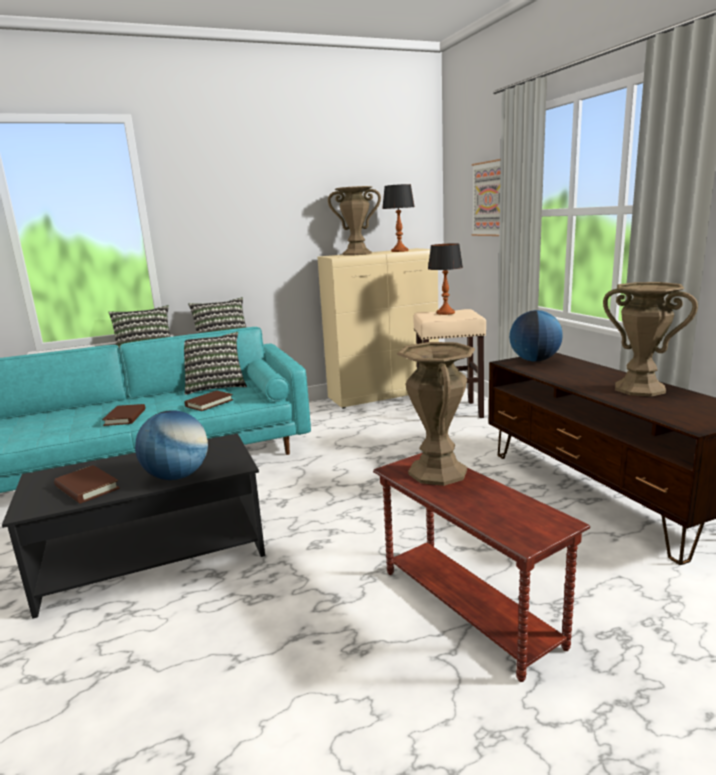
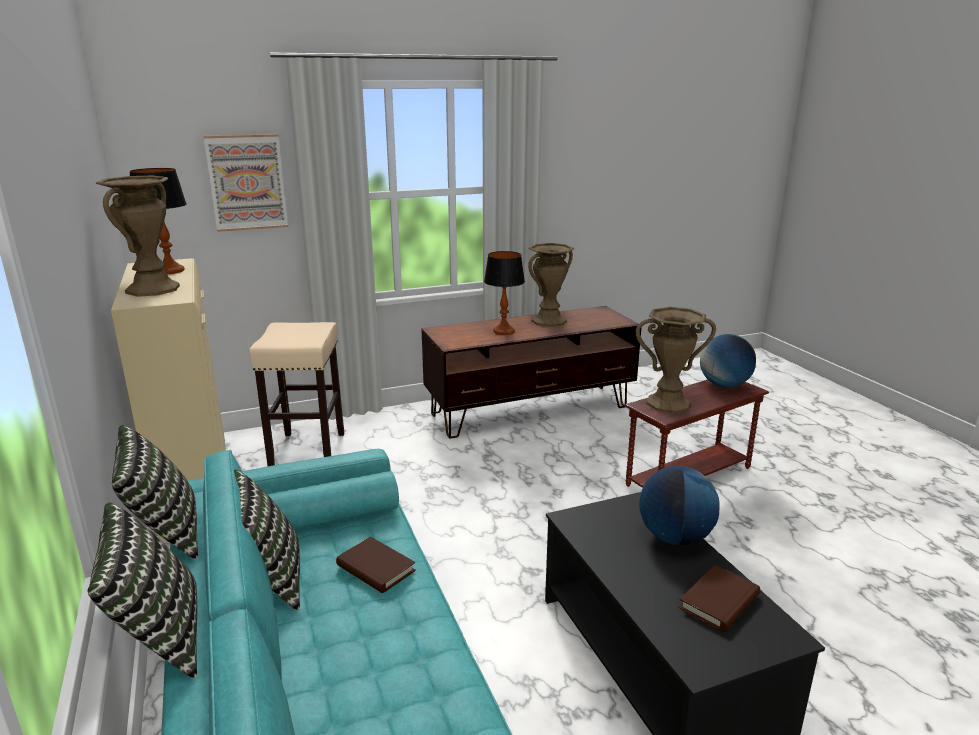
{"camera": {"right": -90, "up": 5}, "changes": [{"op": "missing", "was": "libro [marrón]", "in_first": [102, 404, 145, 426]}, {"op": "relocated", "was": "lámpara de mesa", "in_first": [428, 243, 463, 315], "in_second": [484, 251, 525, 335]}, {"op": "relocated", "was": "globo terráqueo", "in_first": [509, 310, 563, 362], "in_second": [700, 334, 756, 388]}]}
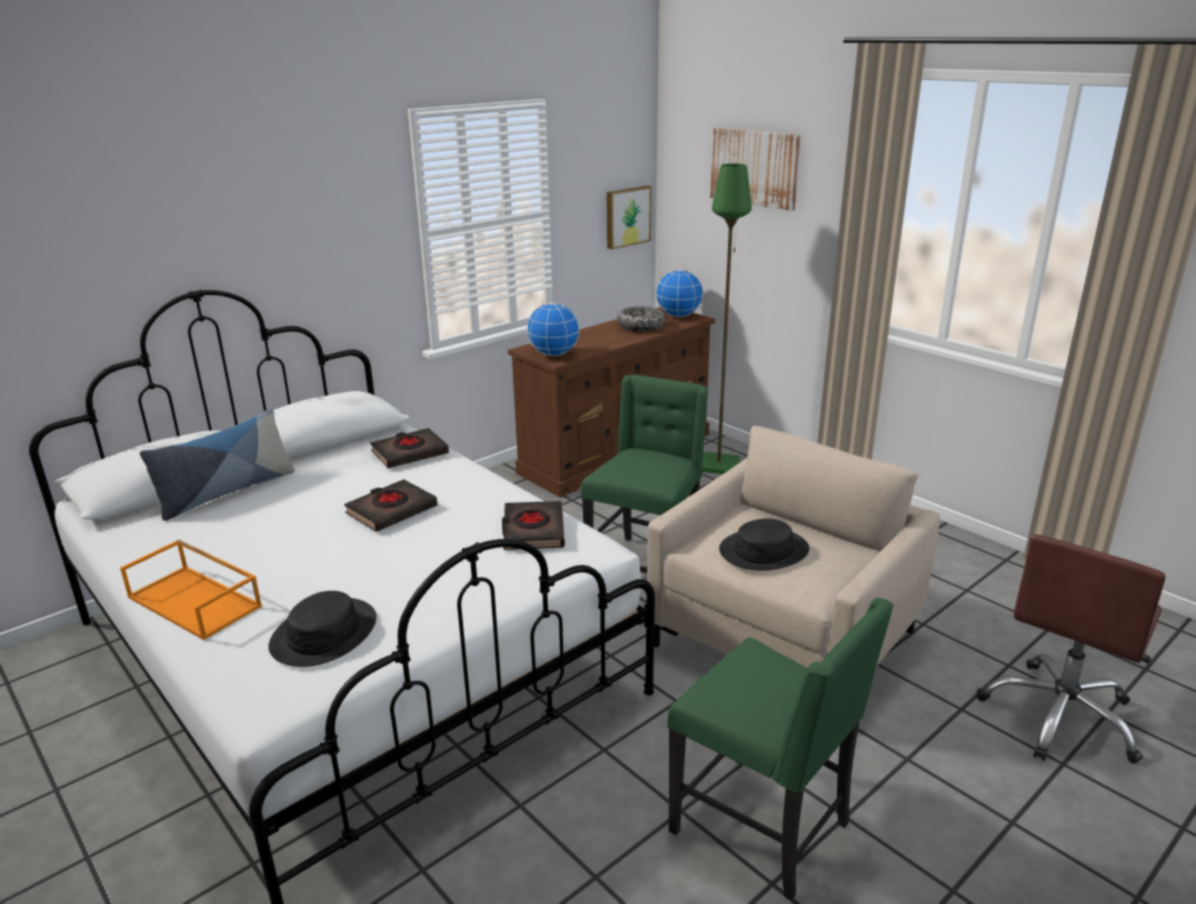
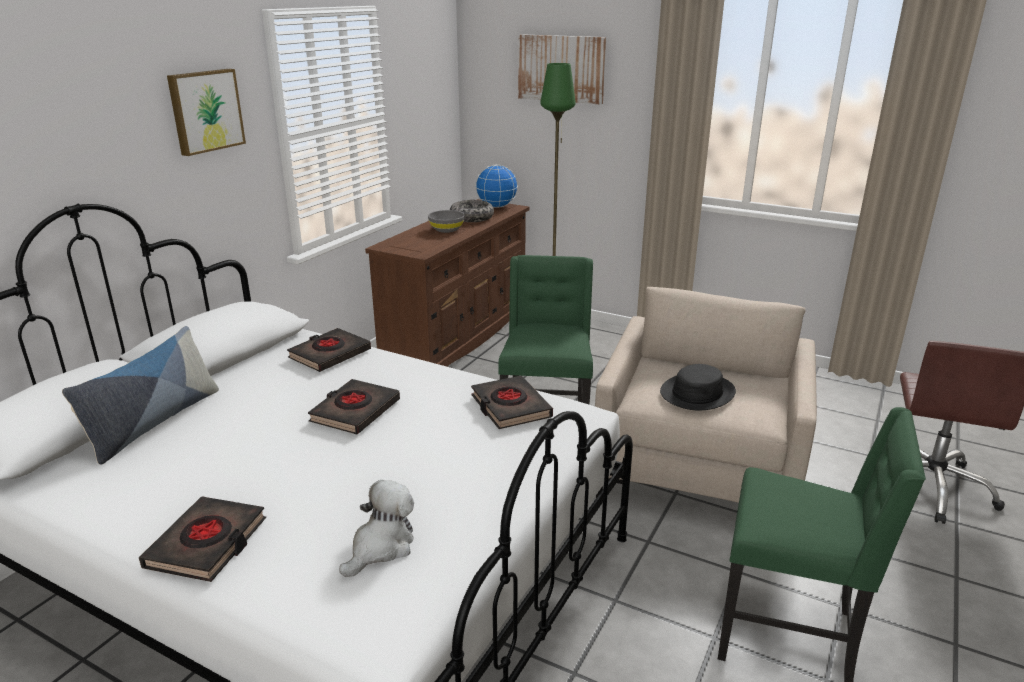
{"camera": {"right": -20, "up": 0}, "changes": [{"op": "exchanged", "was": "bandeja [naranja]", "now": "libro [negro]", "in_first": [120, 539, 262, 640], "in_second": [139, 496, 266, 582]}, {"op": "exchanged", "was": "sombrero [negro]", "now": "peluche", "in_first": [268, 591, 377, 667], "in_second": [339, 480, 414, 577]}, {"op": "missing", "was": "globo terráqueo", "in_first": [527, 302, 580, 356]}, {"op": "relocated", "was": "cuadro", "in_first": [607, 186, 652, 249], "in_second": [167, 69, 246, 156]}, {"op": "appeared", "now": "cuenco [gris]", "in_second": [428, 210, 465, 233]}]}
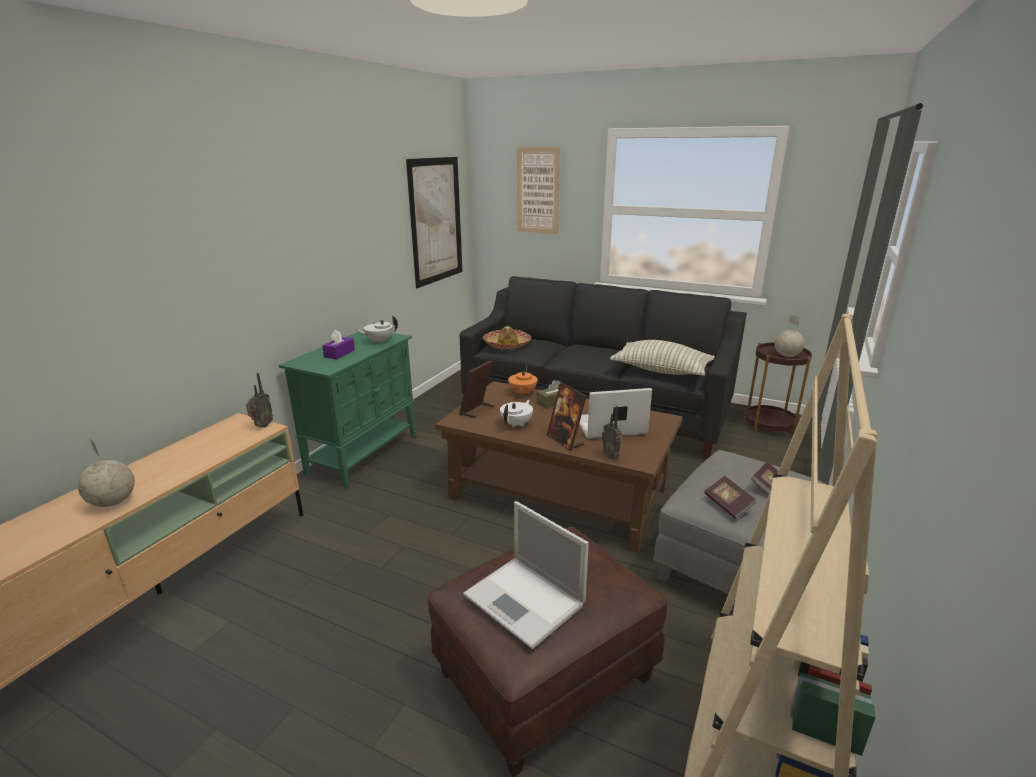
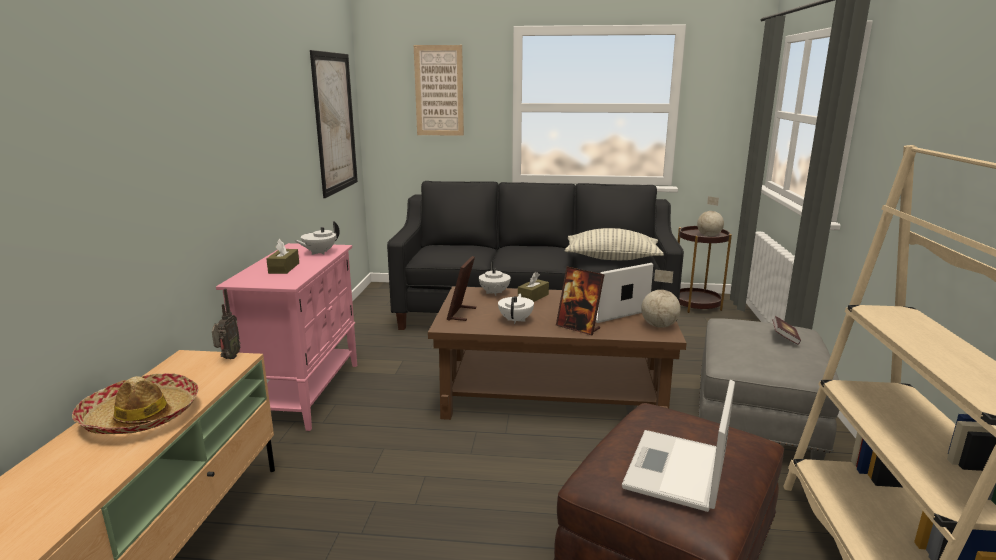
{"camera": {"right": -20, "up": -5}, "changes": [{"op": "relocated", "was": "globo terráqueo", "in_first": [78, 437, 135, 507], "in_second": [641, 270, 681, 328]}, {"op": "colour", "was": "armario [verde]", "now": "armario [rosa]", "in_first": [279, 330, 416, 488], "in_second": [216, 243, 357, 431]}, {"op": "colour", "was": "caja de pañuelos [morado]", "now": "caja de pañuelos [marrón]", "in_first": [322, 330, 355, 359], "in_second": [266, 239, 299, 274]}, {"op": "spun", "was": "portátil", "in_first": [463, 501, 589, 649], "in_second": [622, 380, 735, 512], "clockwise": 90}, {"op": "relocated", "was": "sombrero", "in_first": [483, 326, 531, 349], "in_second": [72, 373, 198, 434]}, {"op": "colour", "was": "tetera [naranja]", "now": "tetera [blanco]", "in_first": [508, 364, 538, 396], "in_second": [479, 261, 511, 296]}, {"op": "missing", "was": "radio", "in_first": [602, 406, 623, 459]}, {"op": "missing", "was": "libro", "in_first": [704, 476, 756, 519]}]}
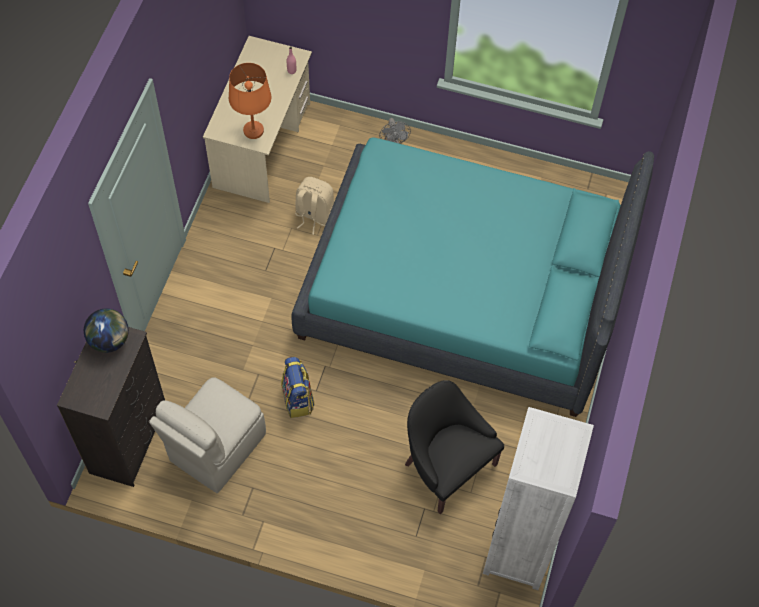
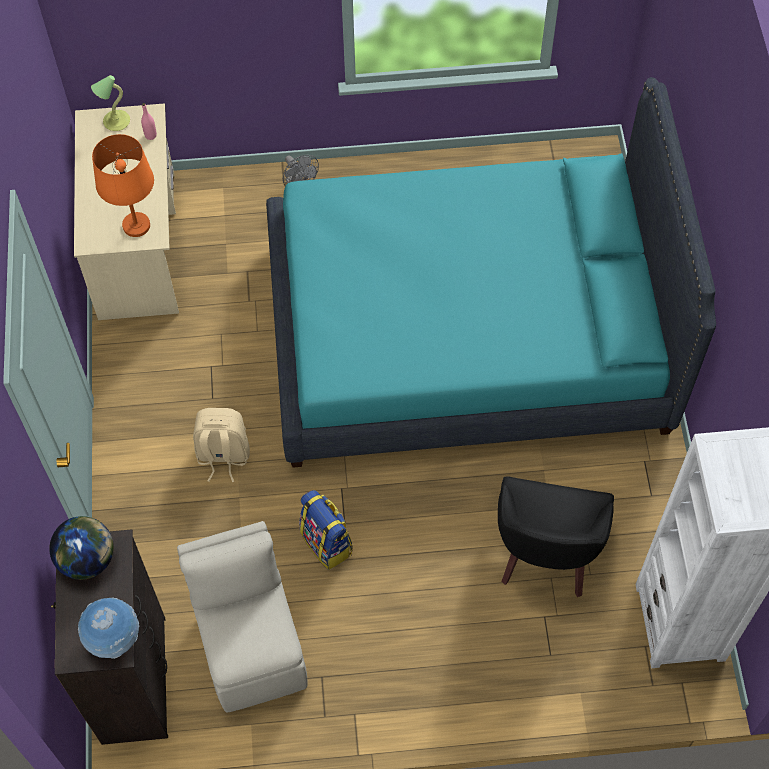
{"camera": {"right": -20, "up": 0}, "changes": [{"op": "spun", "was": "silla [beis]", "in_first": [149, 377, 266, 493], "in_second": [177, 521, 308, 712], "clockwise": 150}, {"op": "relocated", "was": "mochila [beis]", "in_first": [295, 177, 334, 235], "in_second": [193, 408, 250, 482]}, {"op": "spun", "was": "sillón [negro]", "in_first": [405, 380, 504, 514], "in_second": [498, 476, 614, 597], "clockwise": -105}, {"op": "appeared", "now": "globo terráqueo", "in_second": [78, 597, 139, 659]}, {"op": "appeared", "now": "lámpara de mesa", "in_second": [91, 75, 130, 131]}]}
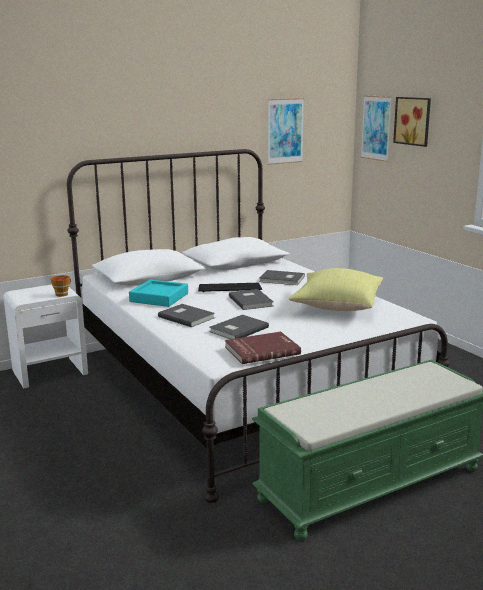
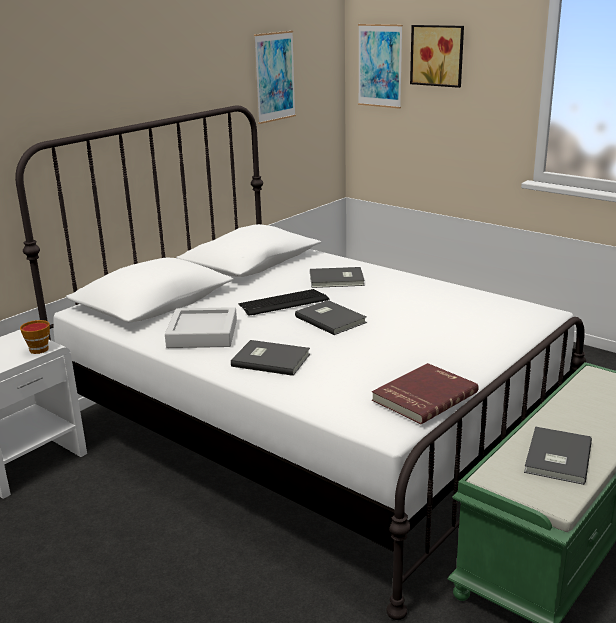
{"camera": {"right": -20, "up": 5}, "changes": [{"op": "colour", "was": "bandeja [turquesa]", "now": "bandeja [gris]", "in_first": [129, 279, 188, 307], "in_second": [165, 307, 237, 348]}, {"op": "relocated", "was": "libro [gris]", "in_first": [209, 315, 269, 339], "in_second": [524, 426, 592, 485]}, {"op": "missing", "was": "cojín [amarillo]", "in_first": [289, 268, 383, 311]}]}
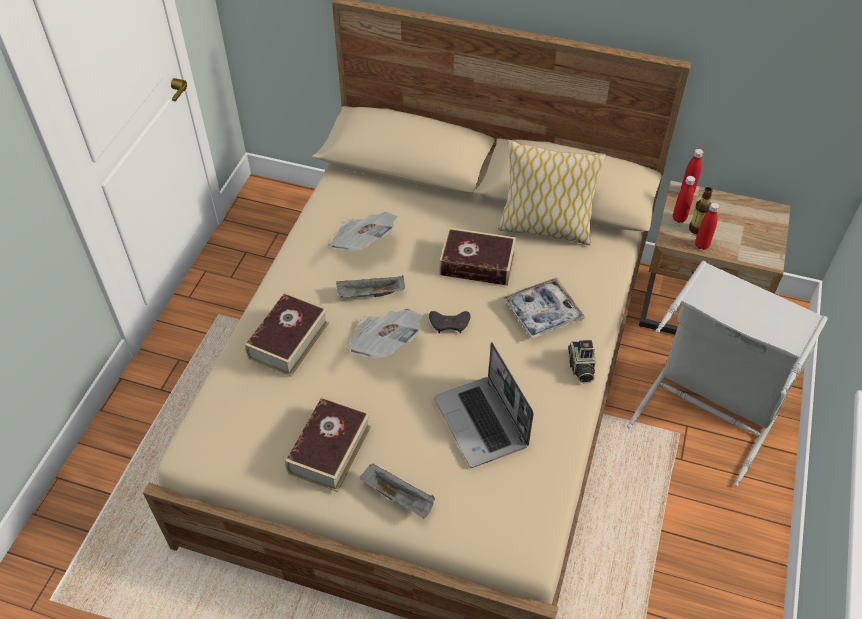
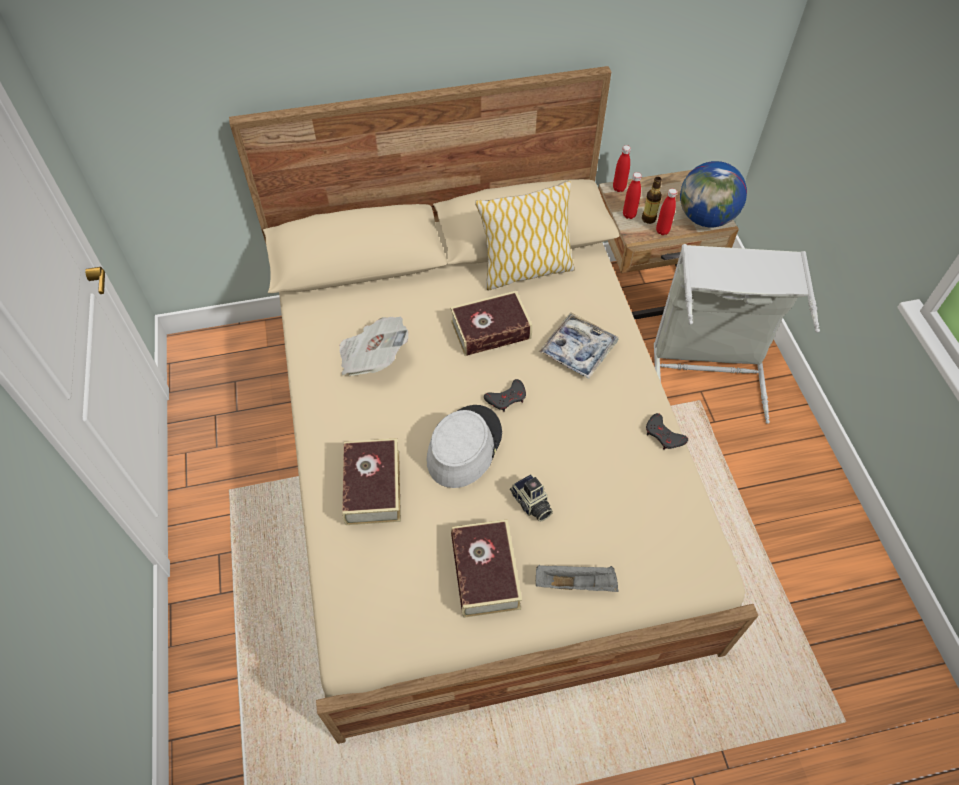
{"camera": {"right": -30, "up": 5}, "changes": [{"op": "missing", "was": "bandeja [gris]", "in_first": [336, 276, 405, 298]}, {"op": "exchanged", "was": "periódico", "now": "sombrero [gris]", "in_first": [346, 309, 423, 359], "in_second": [426, 405, 502, 488]}, {"op": "missing", "was": "portátil", "in_first": [434, 342, 534, 468]}, {"op": "relocated", "was": "cámara", "in_first": [568, 340, 596, 383], "in_second": [510, 474, 553, 522]}, {"op": "appeared", "now": "mando de consola [gris]", "in_second": [646, 413, 688, 450]}, {"op": "appeared", "now": "globo terráqueo", "in_second": [680, 161, 747, 227]}]}
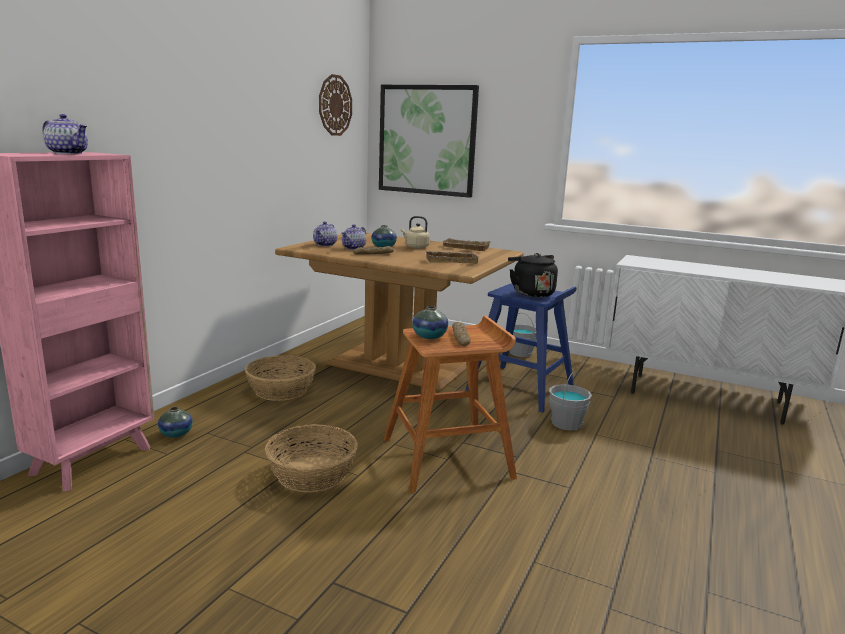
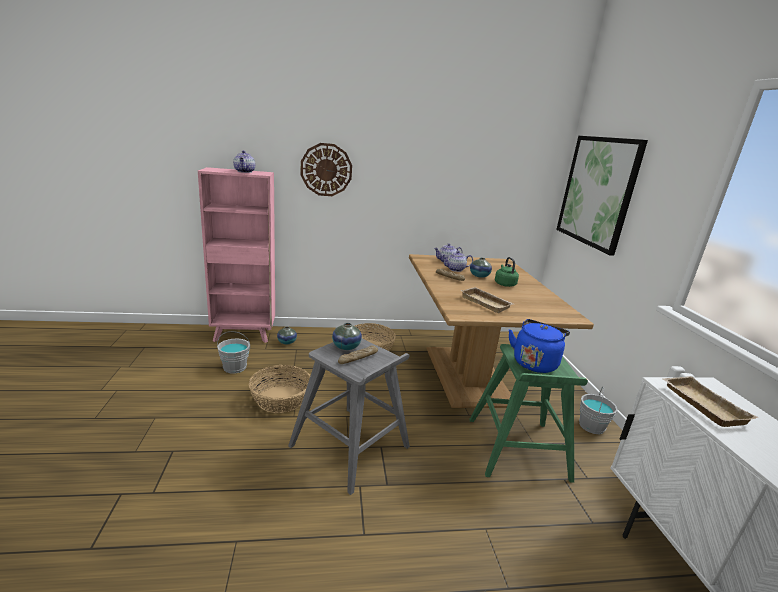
{"camera": {"right": 55, "up": 5}, "changes": [{"op": "relocated", "was": "reloj de pared", "in_first": [319, 74, 352, 136], "in_second": [301, 143, 352, 196]}, {"op": "colour", "was": "taburete [marrón]", "now": "taburete [gris]", "in_first": [384, 316, 517, 493], "in_second": [288, 339, 410, 495]}, {"op": "colour", "was": "hervidor [beis]", "now": "hervidor [verde]", "in_first": [400, 216, 430, 248], "in_second": [495, 257, 519, 287]}, {"op": "relocated", "was": "bandeja [beis]", "in_first": [441, 238, 492, 251], "in_second": [663, 376, 758, 427]}, {"op": "colour", "was": "taburete [azul]", "now": "taburete [verde]", "in_first": [465, 283, 577, 413], "in_second": [469, 344, 588, 483]}, {"op": "colour", "was": "hervidor [negro]", "now": "hervidor [azul]", "in_first": [508, 253, 558, 297], "in_second": [509, 319, 570, 373]}, {"op": "relocated", "was": "cubo [gris]", "in_first": [549, 371, 592, 431], "in_second": [217, 331, 250, 373]}]}
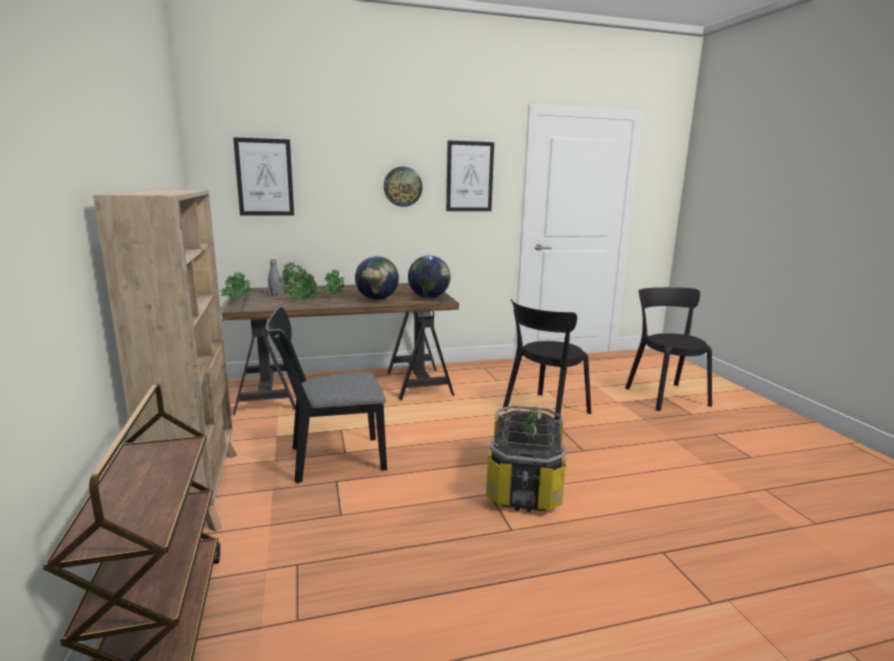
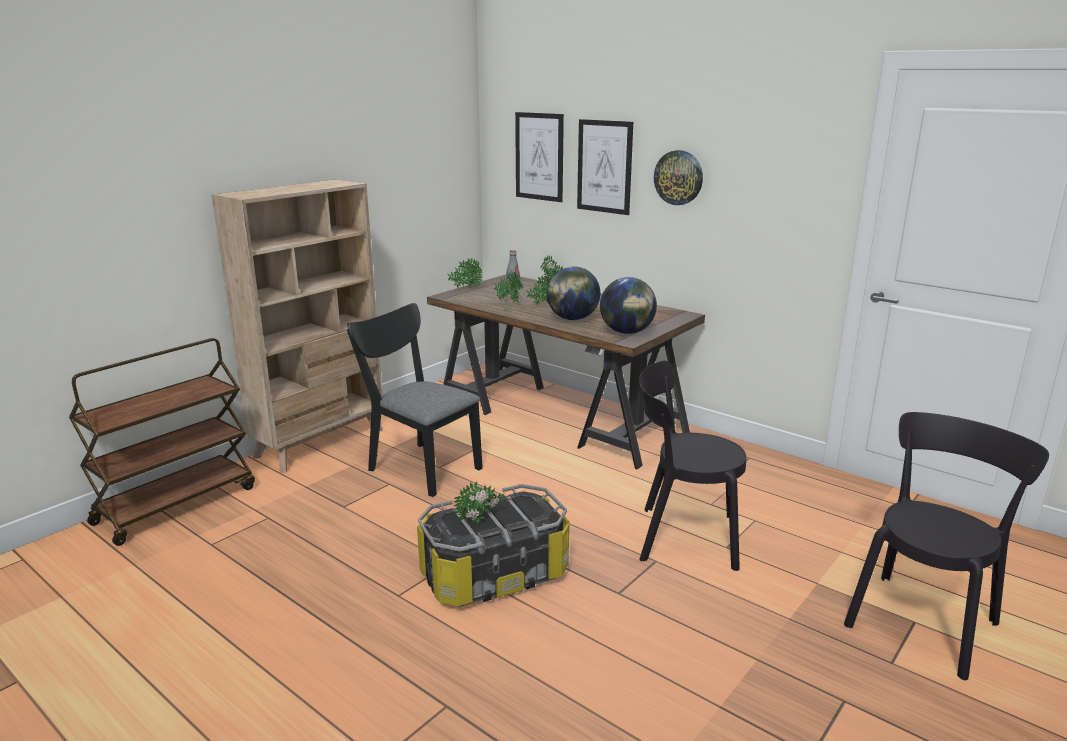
{"camera": {"right": 55, "up": 5}, "changes": [{"op": "relocated", "was": "cuadro", "in_first": [446, 140, 494, 211], "in_second": [577, 119, 633, 215]}]}
